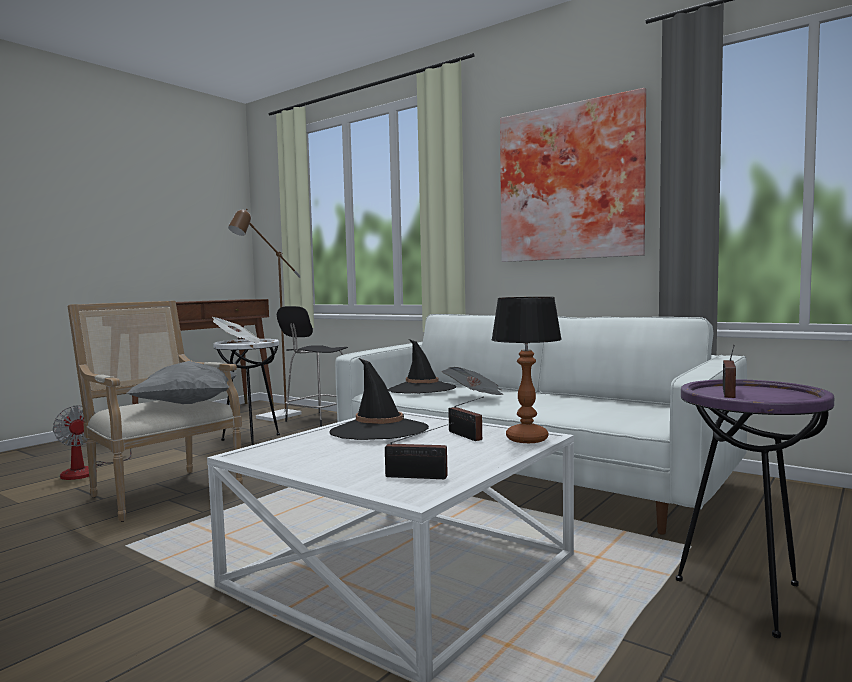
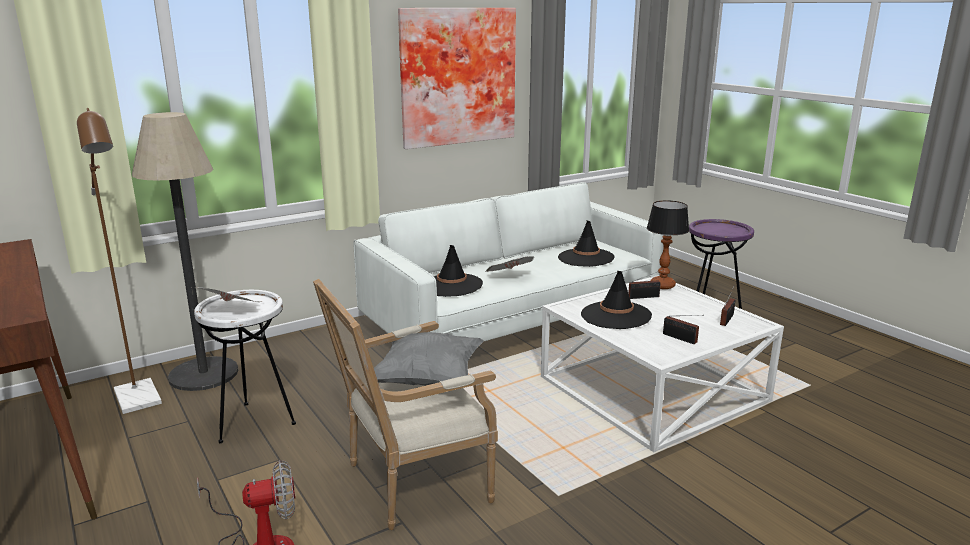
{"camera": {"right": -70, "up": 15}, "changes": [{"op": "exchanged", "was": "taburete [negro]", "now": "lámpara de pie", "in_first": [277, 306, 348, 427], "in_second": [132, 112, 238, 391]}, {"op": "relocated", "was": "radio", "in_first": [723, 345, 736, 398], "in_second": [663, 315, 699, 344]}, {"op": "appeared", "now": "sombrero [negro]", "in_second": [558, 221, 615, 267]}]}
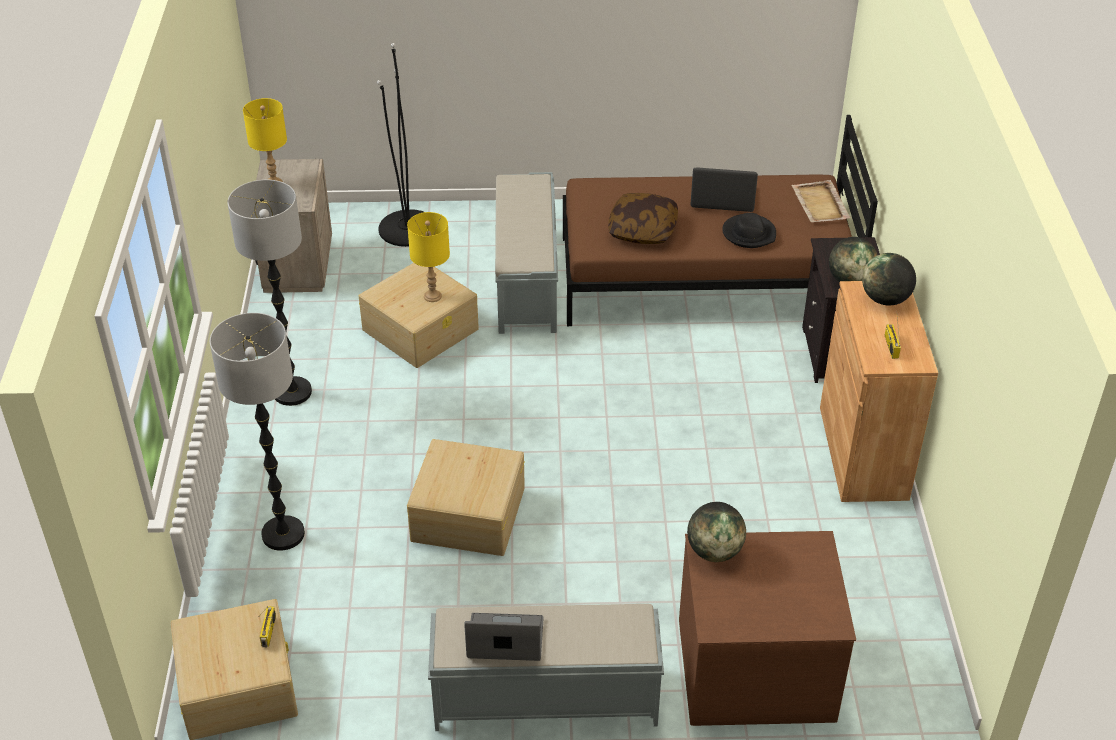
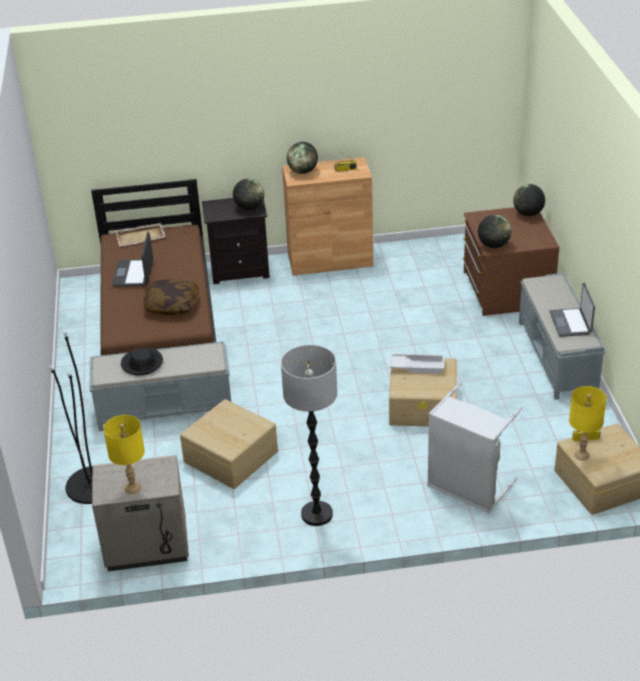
{"camera": {"right": -95, "up": -5}, "changes": [{"op": "exchanged", "was": "lámpara de pie", "now": "cesto de la ropa [gris]", "in_first": [210, 313, 305, 551], "in_second": [427, 382, 523, 513]}, {"op": "relocated", "was": "lámpara de mesa [amarillo]", "in_first": [407, 212, 450, 302], "in_second": [569, 386, 607, 460]}, {"op": "relocated", "was": "sombrero [negro]", "in_first": [722, 213, 776, 248], "in_second": [121, 348, 163, 376]}, {"op": "appeared", "now": "bandeja [blanco]", "in_second": [389, 353, 444, 374]}, {"op": "appeared", "now": "globo terráqueo", "in_second": [513, 184, 545, 216]}]}
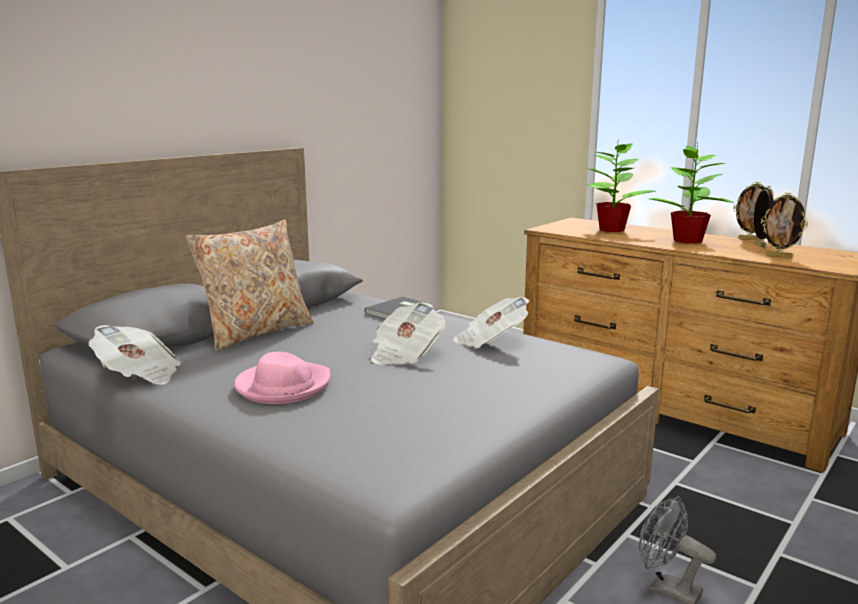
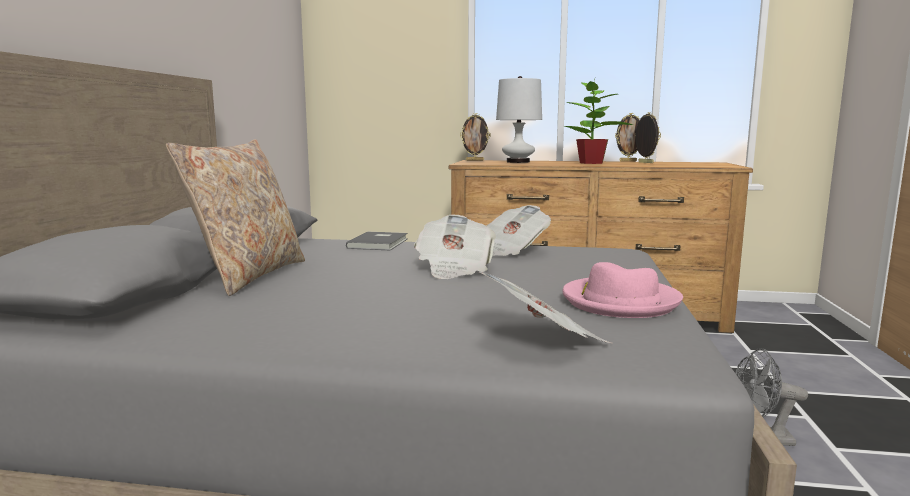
{"camera": {"right": -30, "up": -5}, "changes": [{"op": "relocated", "was": "periódico", "in_first": [89, 325, 181, 385], "in_second": [479, 272, 612, 343]}, {"op": "relocated", "was": "sombrero [rosa]", "in_first": [234, 352, 330, 404], "in_second": [562, 262, 683, 318]}, {"op": "exchanged", "was": "planta en maceta", "now": "lámpara de mesa [blanco]", "in_first": [587, 138, 656, 232], "in_second": [496, 76, 542, 163]}, {"op": "relocated", "was": "portarretratos", "in_first": [761, 193, 808, 258], "in_second": [460, 113, 491, 161]}]}
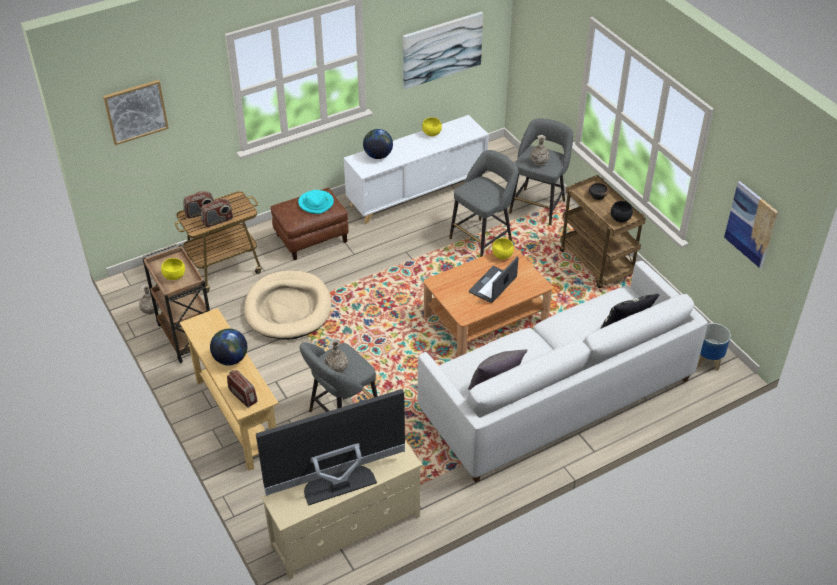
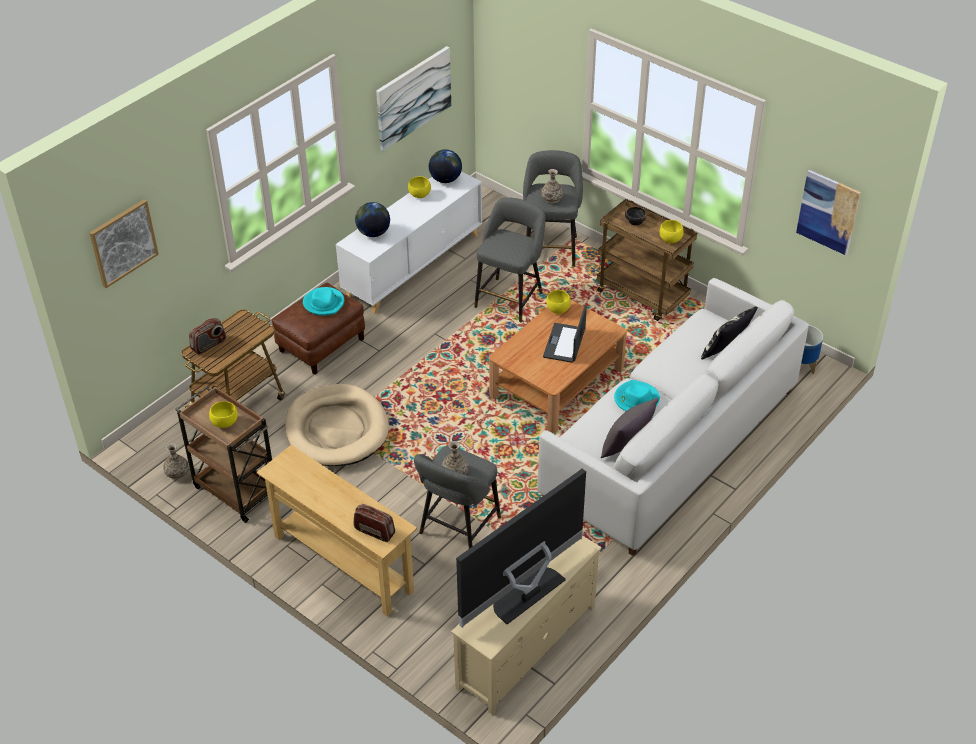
{"camera": {"right": -20, "up": 0}, "changes": [{"op": "missing", "was": "radio", "in_first": [201, 199, 233, 227]}, {"op": "relocated", "was": "globo terráqueo", "in_first": [210, 328, 247, 365], "in_second": [429, 149, 462, 183]}, {"op": "colour", "was": "cuenco [negro]", "now": "cuenco [amarillo]", "in_first": [611, 201, 633, 222], "in_second": [660, 220, 684, 244]}, {"op": "appeared", "now": "sombrero [turquesa]", "in_second": [614, 380, 660, 411]}]}
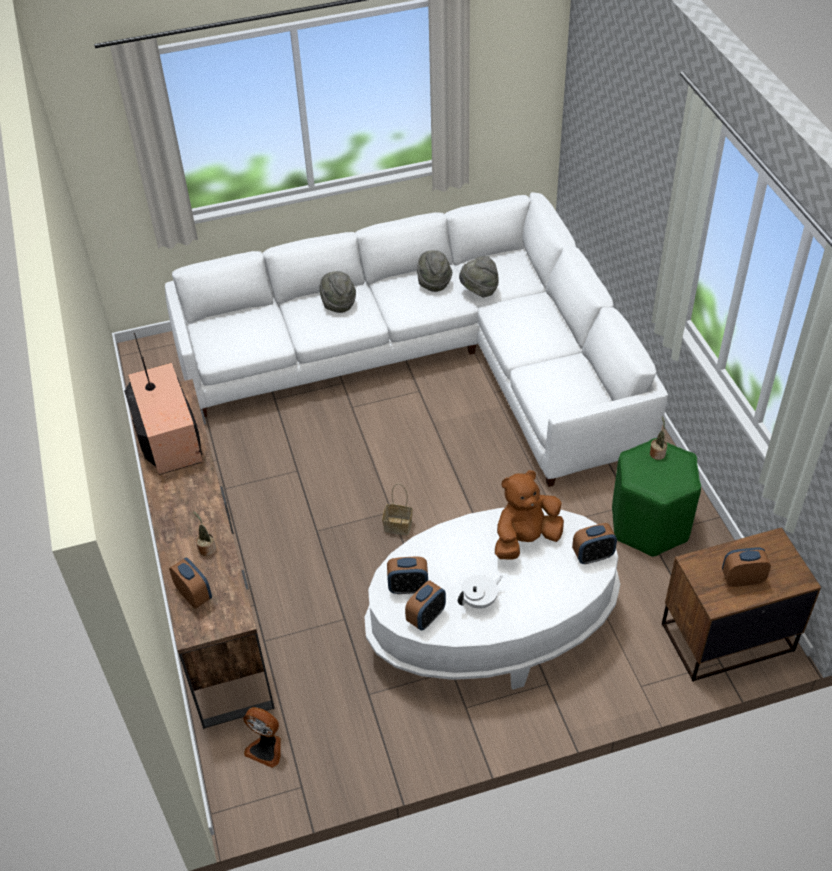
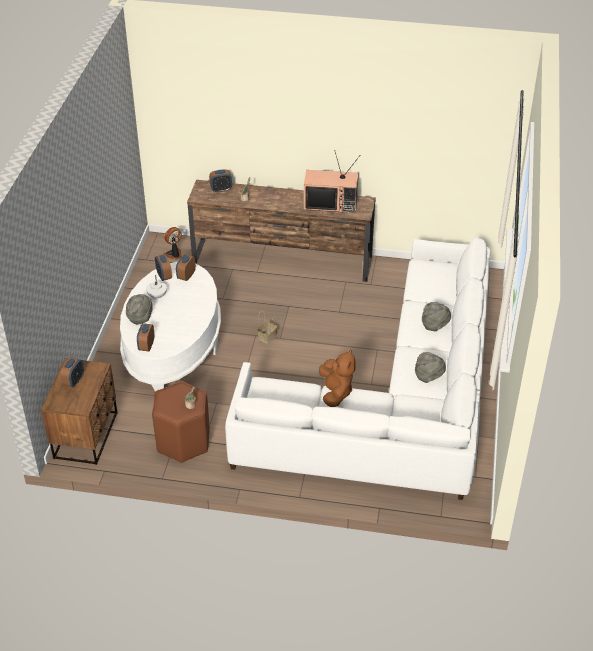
{"camera": {"right": 115, "up": -5}, "changes": [{"op": "relocated", "was": "sombrero [gris]", "in_first": [459, 256, 499, 297], "in_second": [126, 294, 153, 324]}, {"op": "relocated", "was": "peluche [marrón]", "in_first": [495, 470, 564, 560], "in_second": [319, 349, 356, 407]}, {"op": "colour", "was": "taburete [verde]", "now": "taburete [marrón]", "in_first": [612, 438, 701, 557], "in_second": [152, 381, 209, 463]}]}
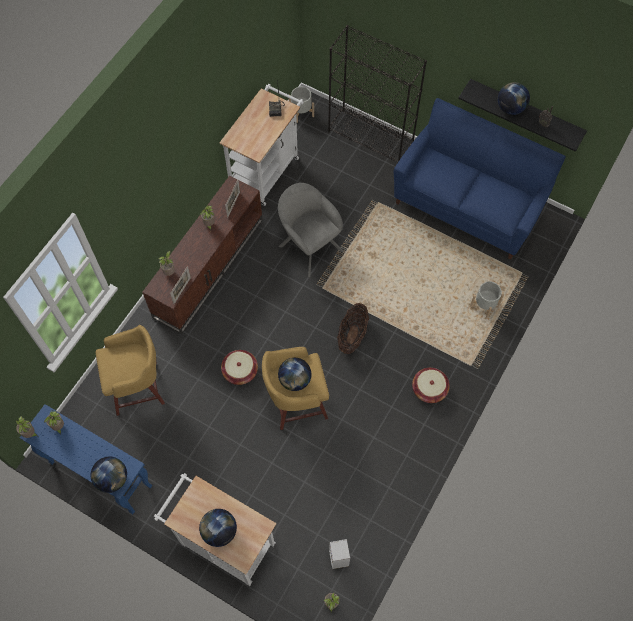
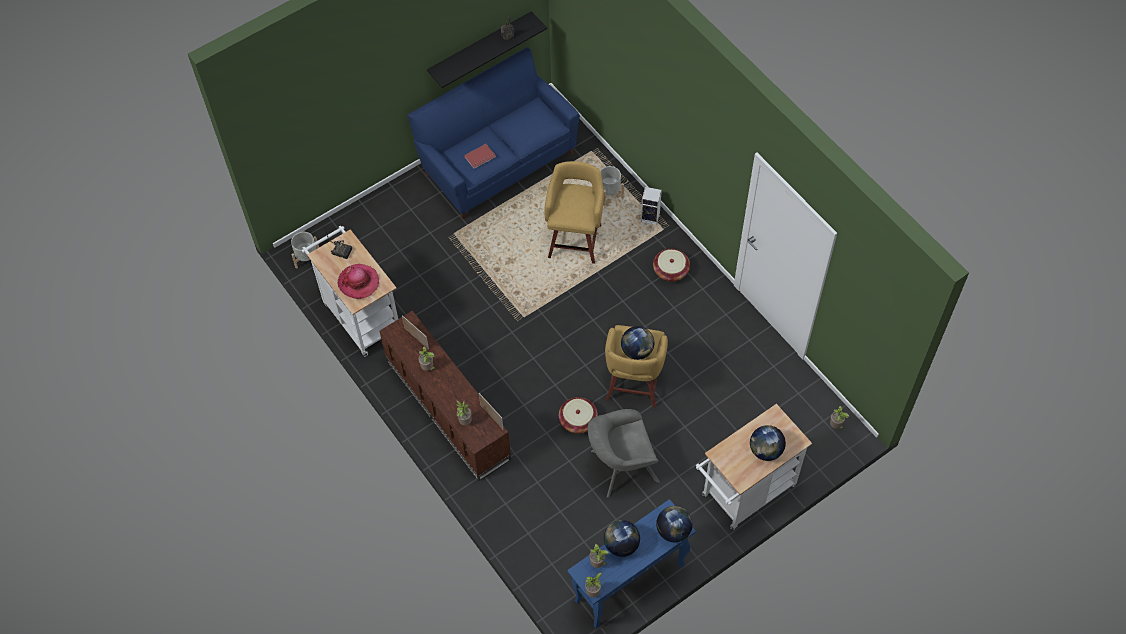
{"camera": {"right": -65, "up": -5}, "changes": [{"op": "relocated", "was": "taburete [amarillo]", "in_first": [96, 325, 165, 416], "in_second": [544, 161, 604, 264]}, {"op": "relocated", "was": "sillón [gris]", "in_first": [278, 183, 344, 278], "in_second": [588, 409, 660, 498]}, {"op": "missing", "was": "estantería [negro]", "in_first": [328, 25, 427, 162]}, {"op": "relocated", "was": "altavoz", "in_first": [329, 539, 350, 569], "in_second": [641, 187, 662, 225]}, {"op": "missing", "was": "cesta", "in_first": [337, 303, 369, 354]}, {"op": "relocated", "was": "globo terráqueo", "in_first": [498, 82, 530, 115], "in_second": [604, 520, 640, 557]}, {"op": "appeared", "now": "sombrero", "in_second": [337, 264, 379, 299]}, {"op": "appeared", "now": "libro [rojo]", "in_second": [464, 144, 496, 169]}]}
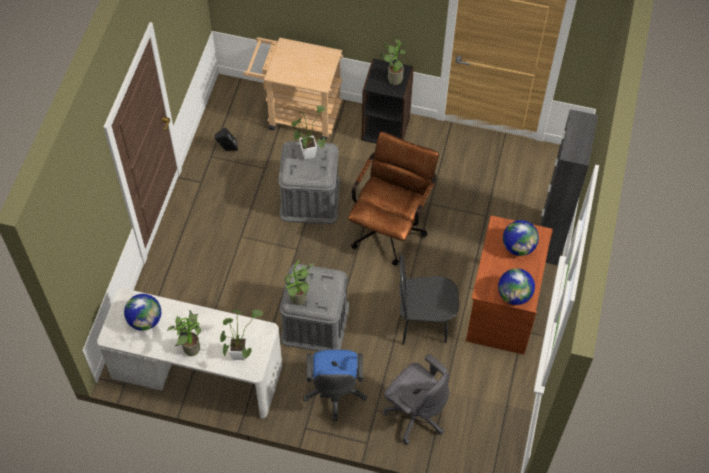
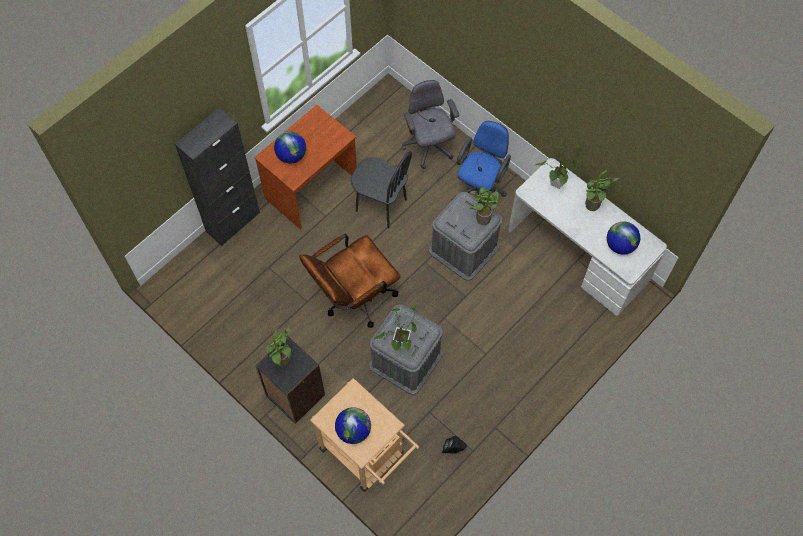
{"camera": {"right": -150, "up": 5}, "changes": [{"op": "relocated", "was": "globo terráqueo", "in_first": [498, 268, 535, 305], "in_second": [335, 407, 371, 444]}]}
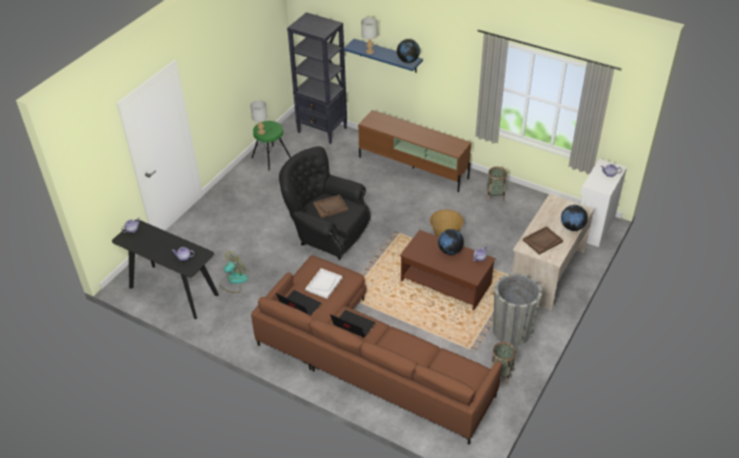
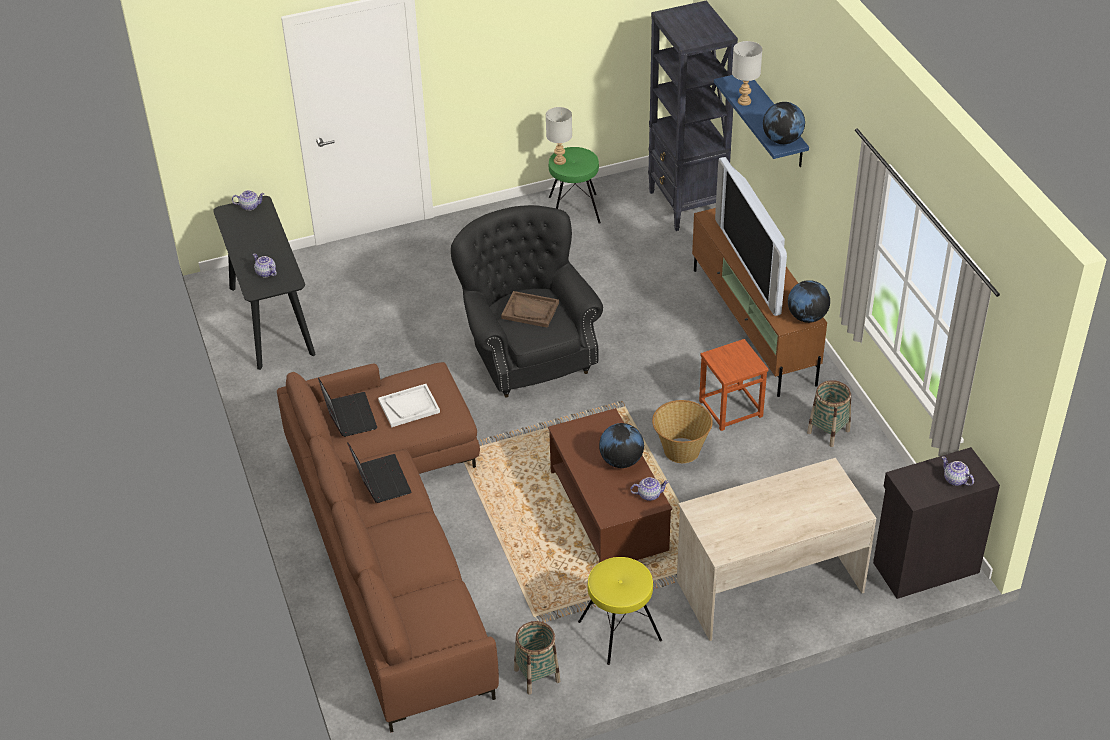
{"camera": {"right": 40, "up": 0}, "changes": [{"op": "missing", "was": "ventilador", "in_first": [220, 251, 249, 293]}, {"op": "exchanged", "was": "maceta [gris]", "now": "taburete [amarillo]", "in_first": [493, 272, 542, 346], "in_second": [578, 557, 662, 665]}, {"op": "missing", "was": "bandeja [marrón]", "in_first": [523, 226, 563, 255]}, {"op": "relocated", "was": "globo terráqueo", "in_first": [561, 205, 588, 231], "in_second": [788, 280, 830, 323]}, {"op": "colour", "was": "armario [blanco]", "now": "armario [negro]", "in_first": [580, 158, 627, 247], "in_second": [873, 447, 1000, 599]}, {"op": "appeared", "now": "taburete [marrón]", "in_second": [699, 339, 768, 431]}, {"op": "appeared", "now": "televisor", "in_second": [715, 157, 787, 316]}]}
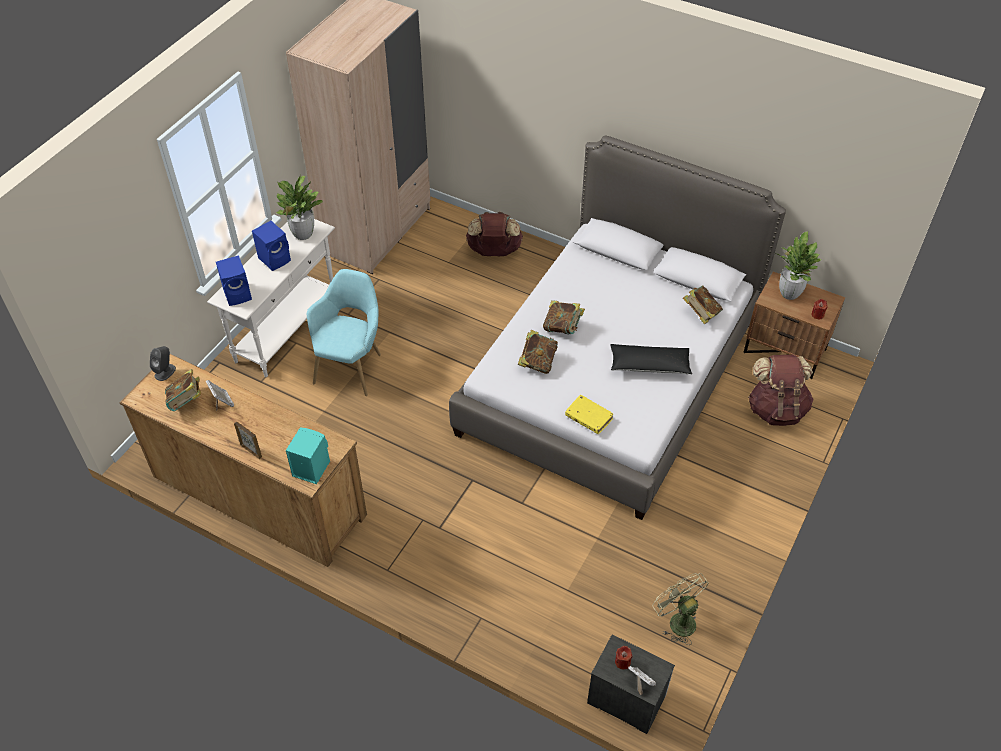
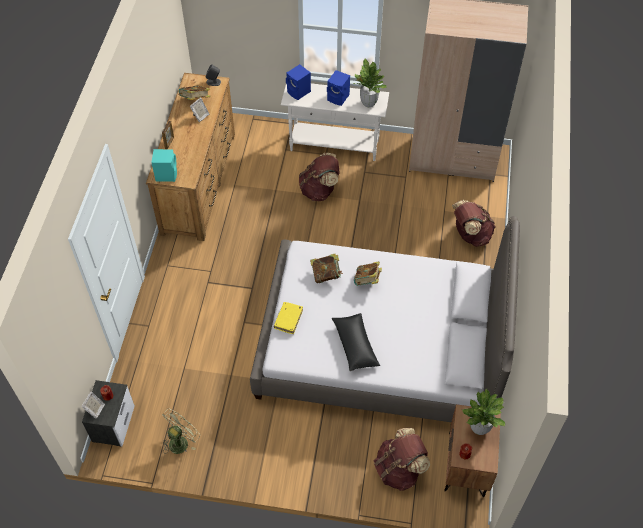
{"camera": {"right": 70, "up": 5}, "changes": [{"op": "exchanged", "was": "sillón [turquesa]", "now": "mochila [marrón]", "in_first": [307, 269, 381, 396], "in_second": [299, 153, 339, 201]}, {"op": "missing", "was": "libro", "in_first": [683, 285, 723, 324]}]}
